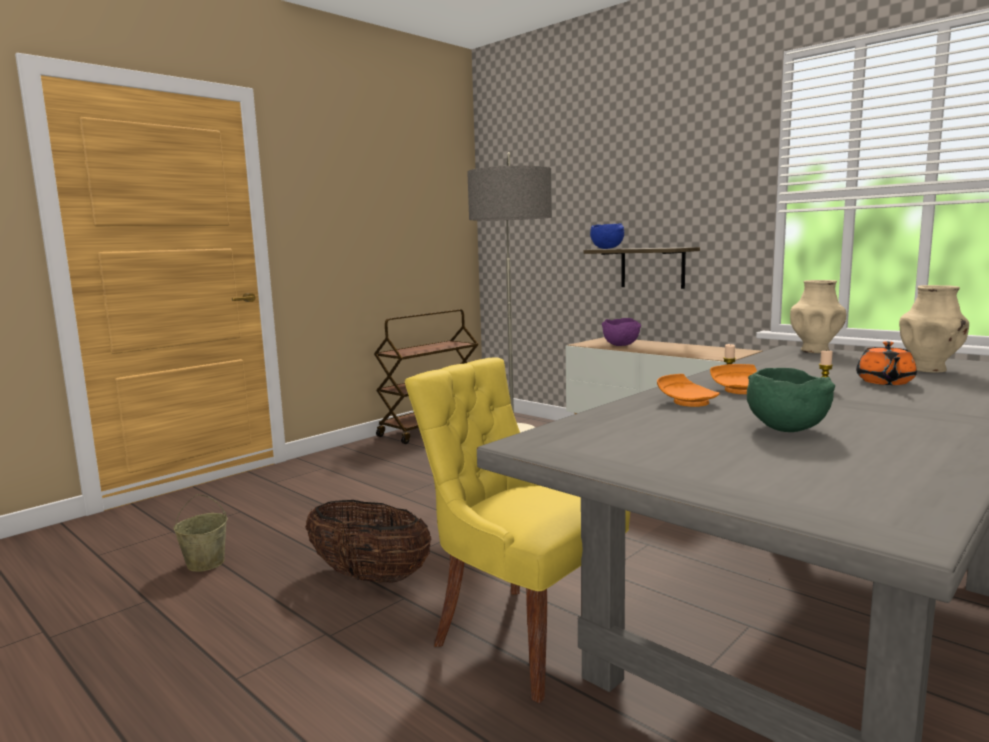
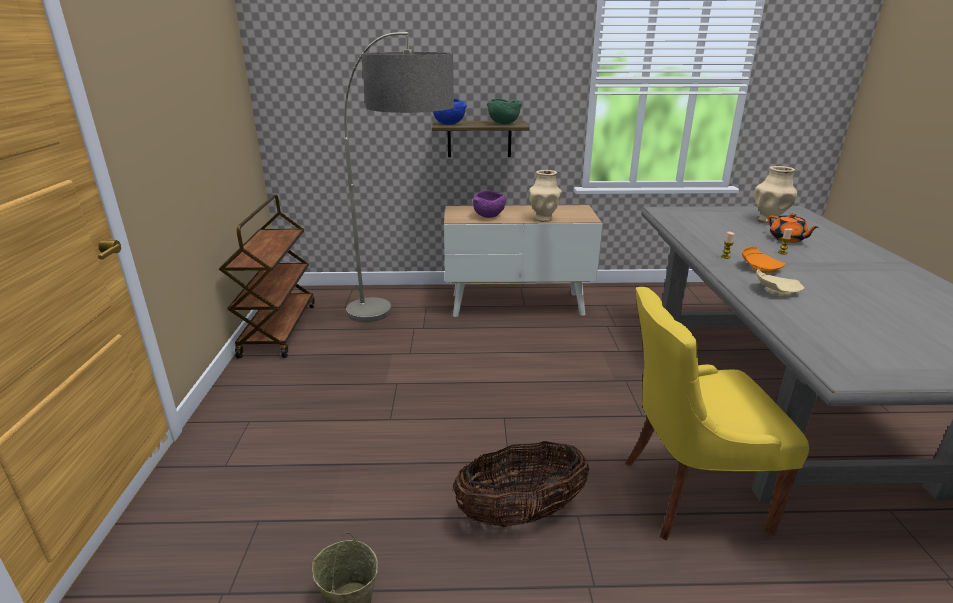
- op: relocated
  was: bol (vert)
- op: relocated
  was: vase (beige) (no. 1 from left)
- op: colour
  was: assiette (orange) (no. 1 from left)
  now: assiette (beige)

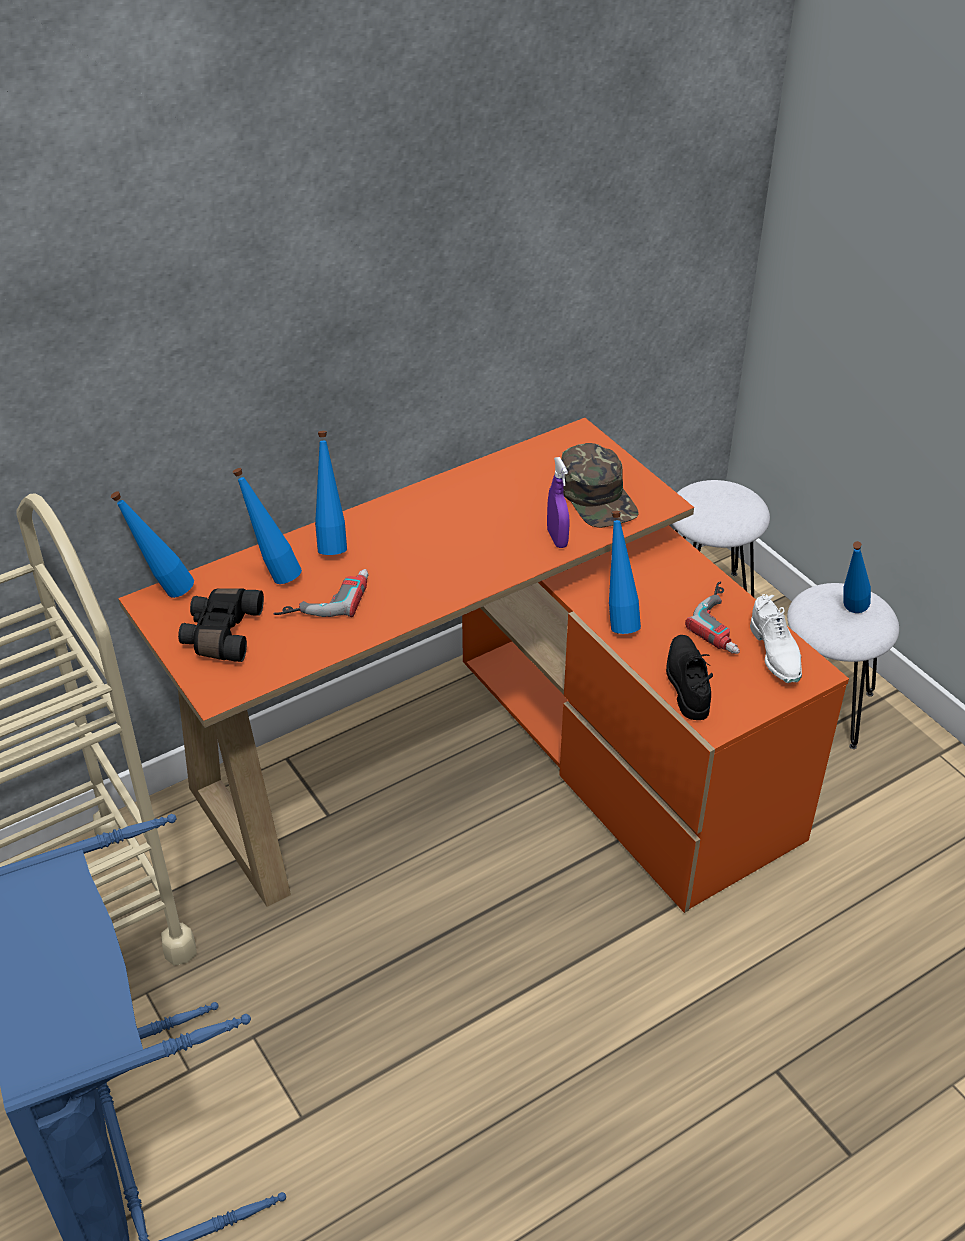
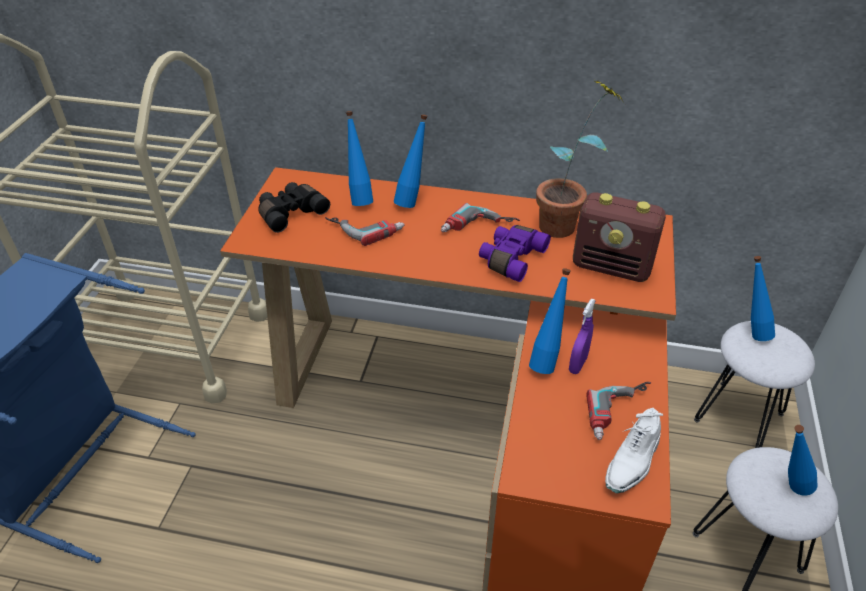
- op: missing
  was: chaussure (noir)
- op: appeared
  now: perceuse (no. 2 from left)
- op: appeared
  now: jumelles (violet)
- op: appeared
  now: plante en pot
- op: relocated
  was: bouteille (bleu) (no. 1 from left in the first image)
  now: bouteille (bleu) (no. 4 from left)
- op: relocated
  was: vaporisateur (violet)
- op: exchanged
  was: casquette (vert)
  now: radio

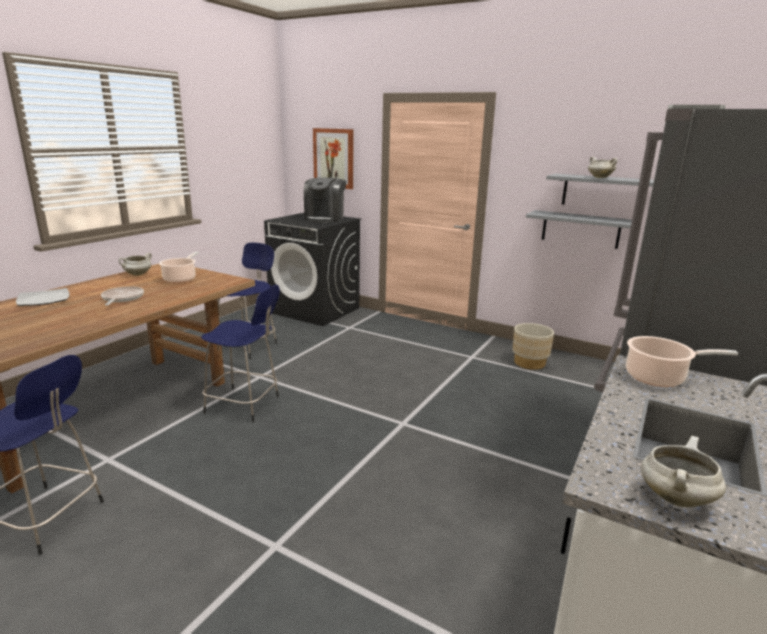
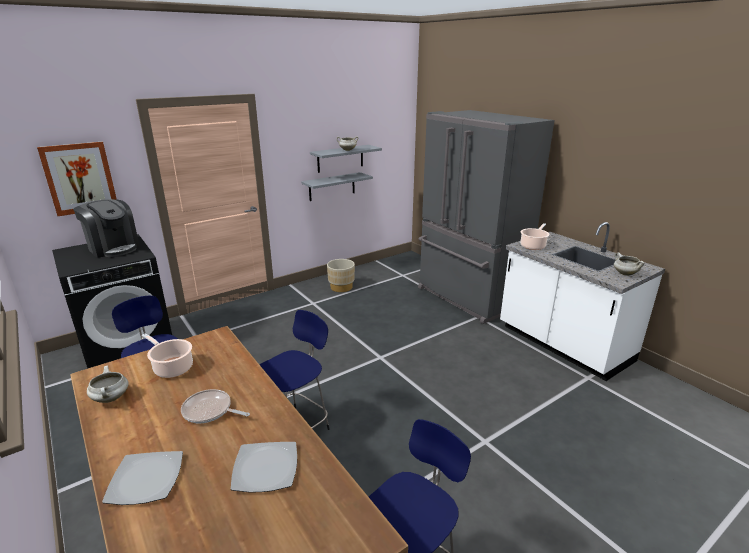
- op: appeared
  now: assiette (no. 2 from left)

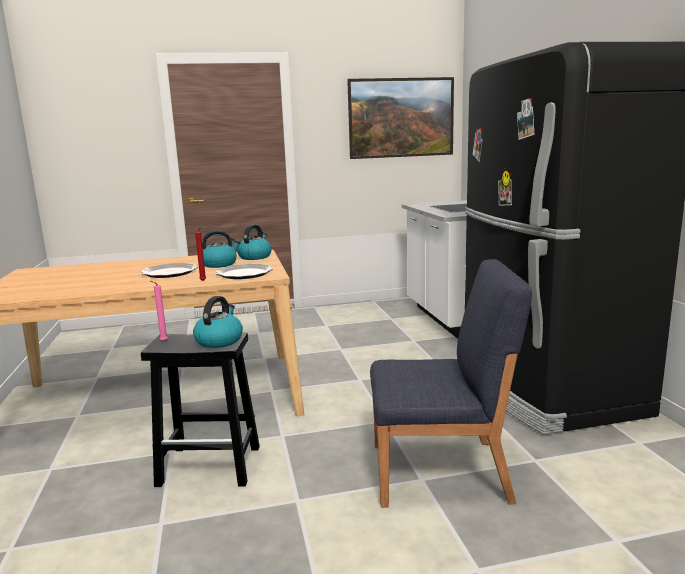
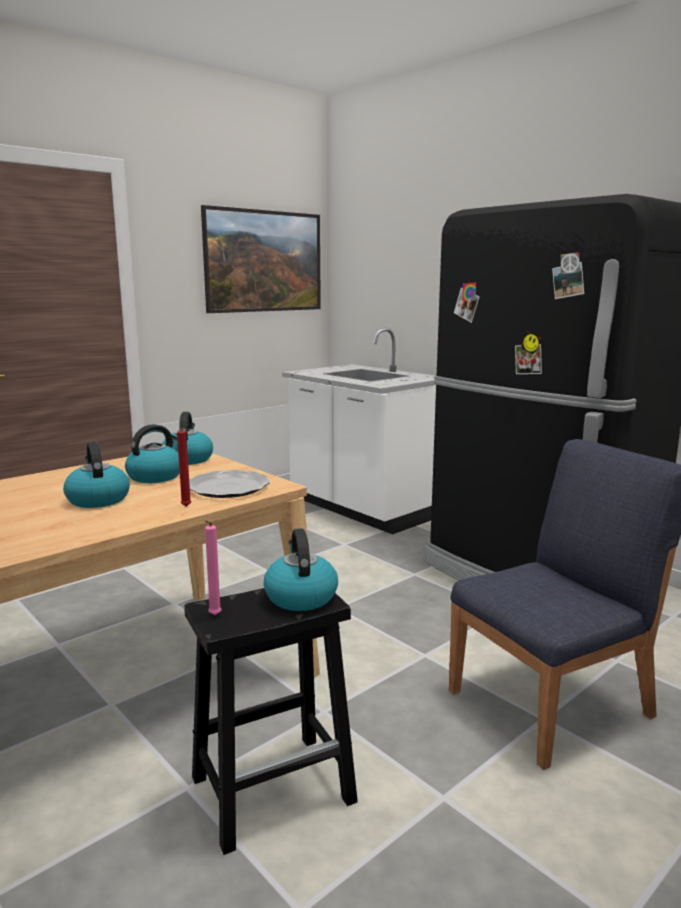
- op: exchanged
  was: assiette (no. 1 from left)
  now: bouilloire (no. 1 from left)

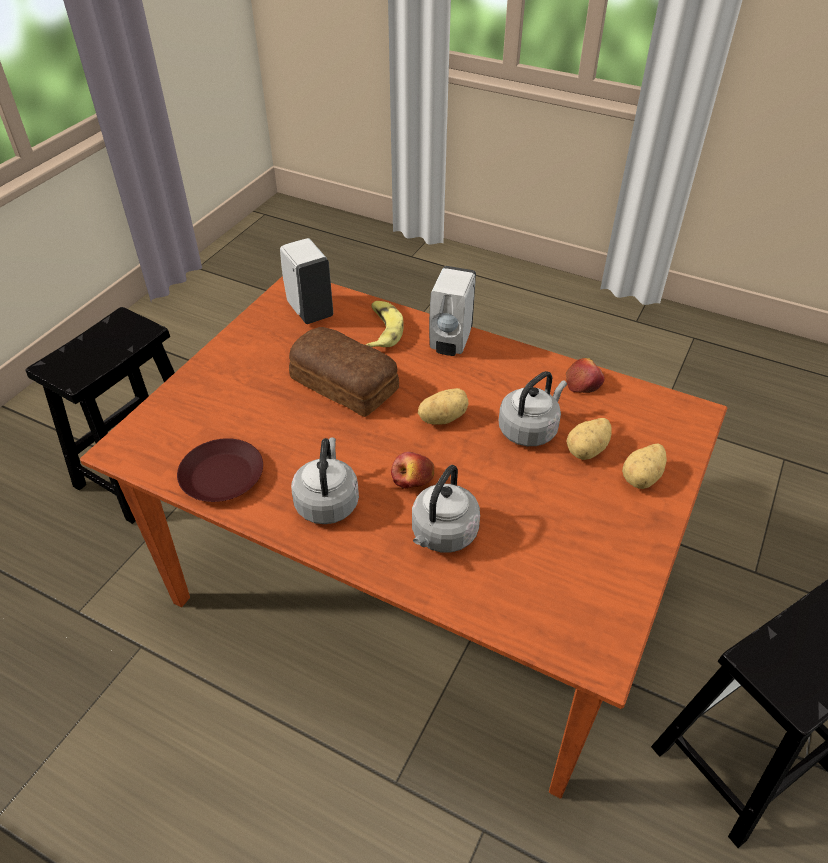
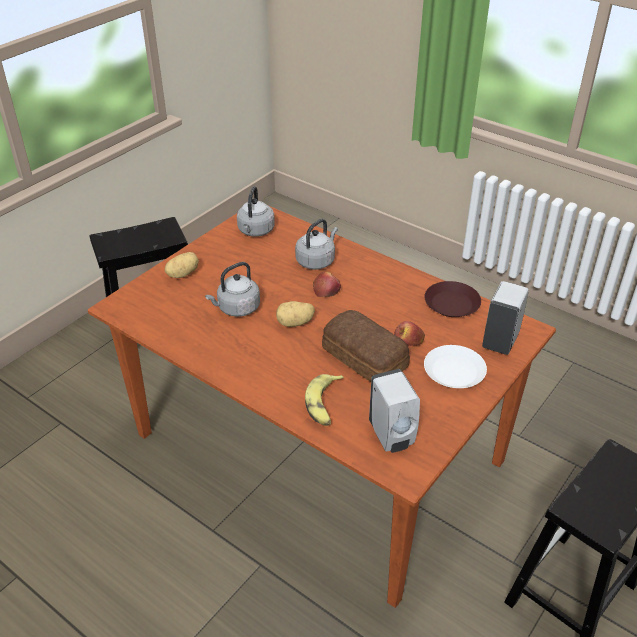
- op: missing
  was: pomme de terre (no. 2 from left)
- op: appeared
  now: assiette (blanc)
- op: relocated
  was: bouilloire (gris) (no. 1 from left in the first image)
  now: bouilloire (gris) (no. 2 from left)
- op: relocated
  was: distributeur de savon (blanc) (no. 2 from left)
- op: relocated
  was: pomme (no. 2 from left)

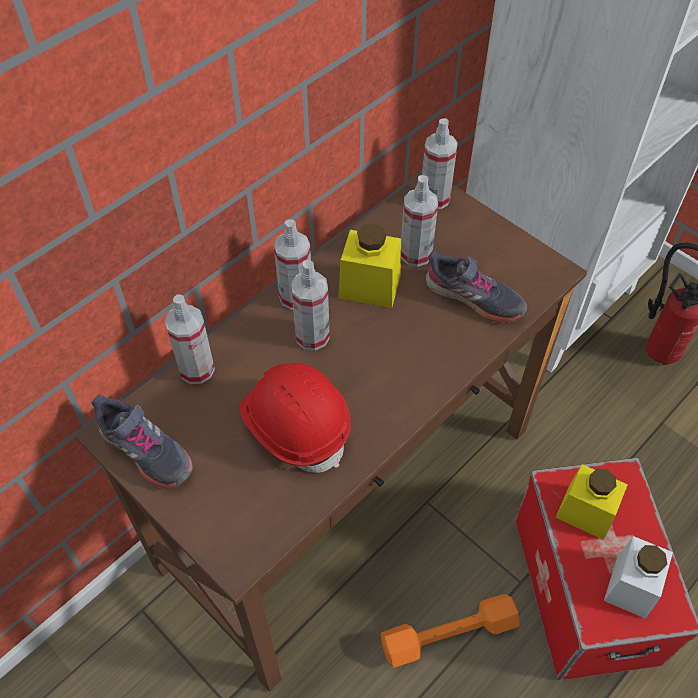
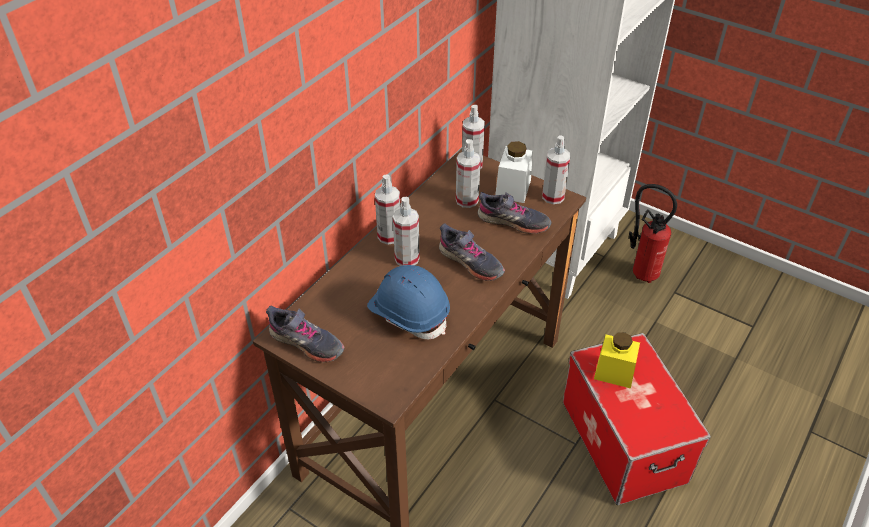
- op: missing
  was: bocal (jaune) (no. 1 from left)
- op: missing
  was: haltère (orange)
- op: appeared
  now: chaussure (gris) (no. 2 from left)
- op: relocated
  was: vaporisateur (no. 1 from left in the first image)
  now: vaporisateur (no. 5 from left)
- op: relocated
  was: bocal (blanc)
- op: colour
  was: casque de chantier (rouge)
  now: casque de chantier (bleu)

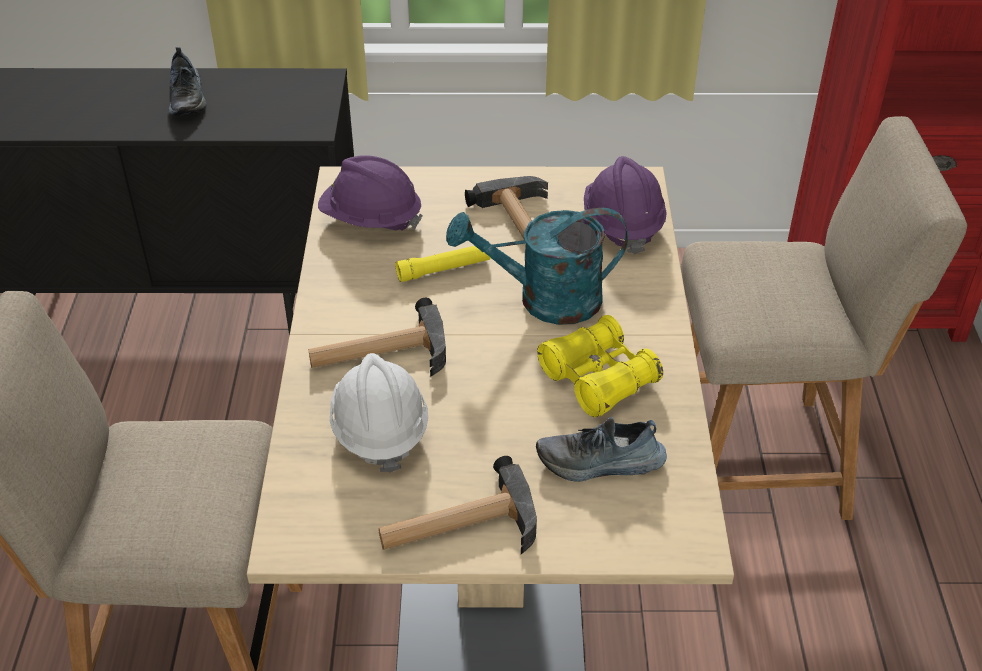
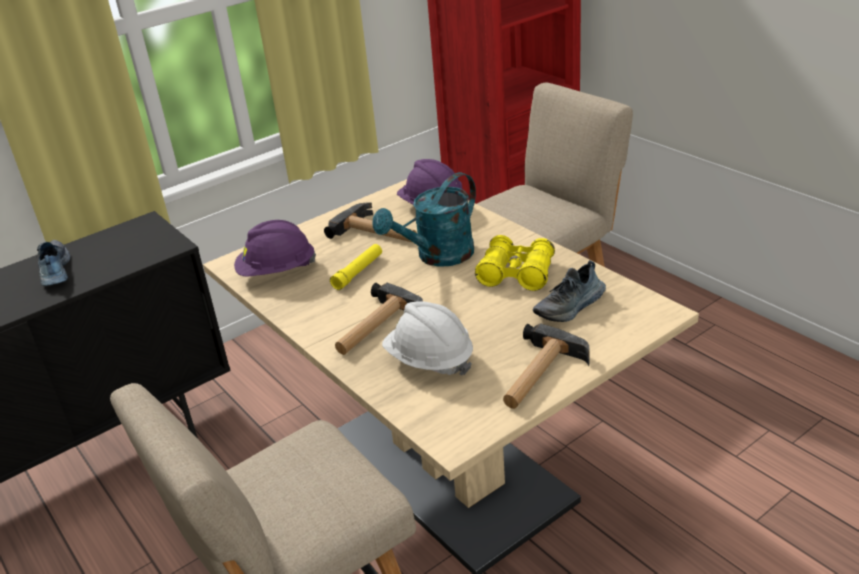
- op: spun
  was: chaussure (no. 1 from left)
  clockwise: -150

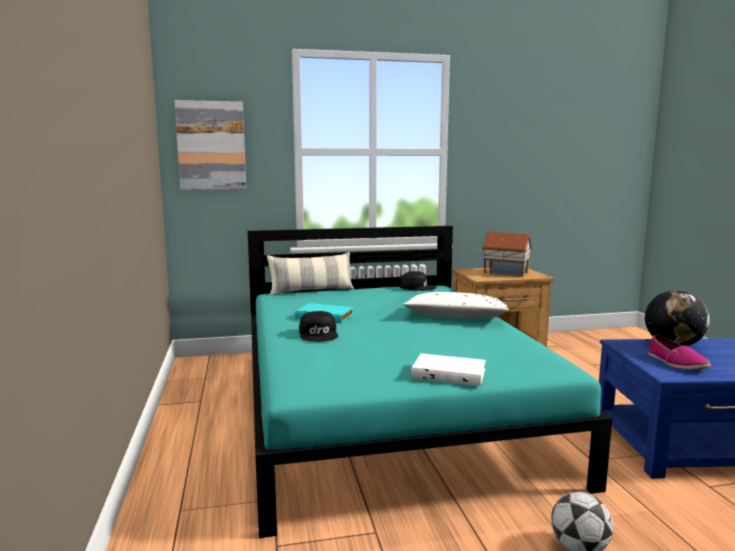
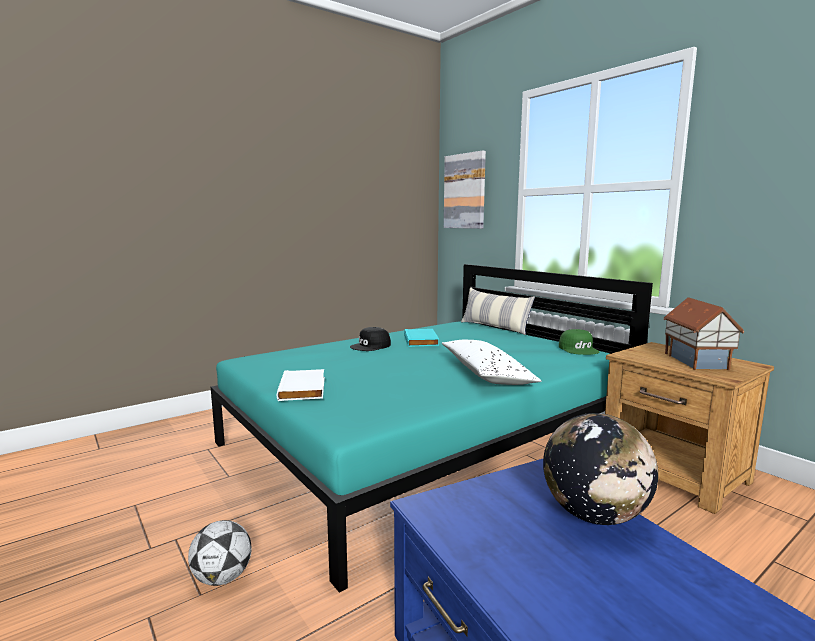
- op: missing
  was: chaussure
- op: colour
  was: casquette (noir) (no. 2 from left)
  now: casquette (vert)

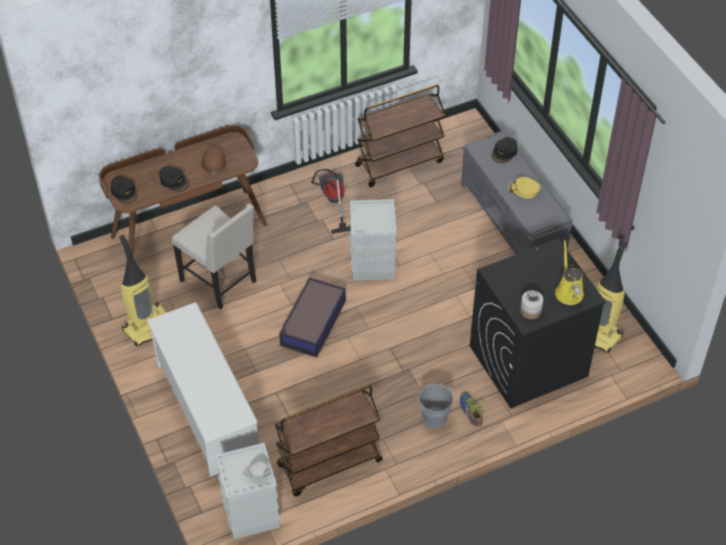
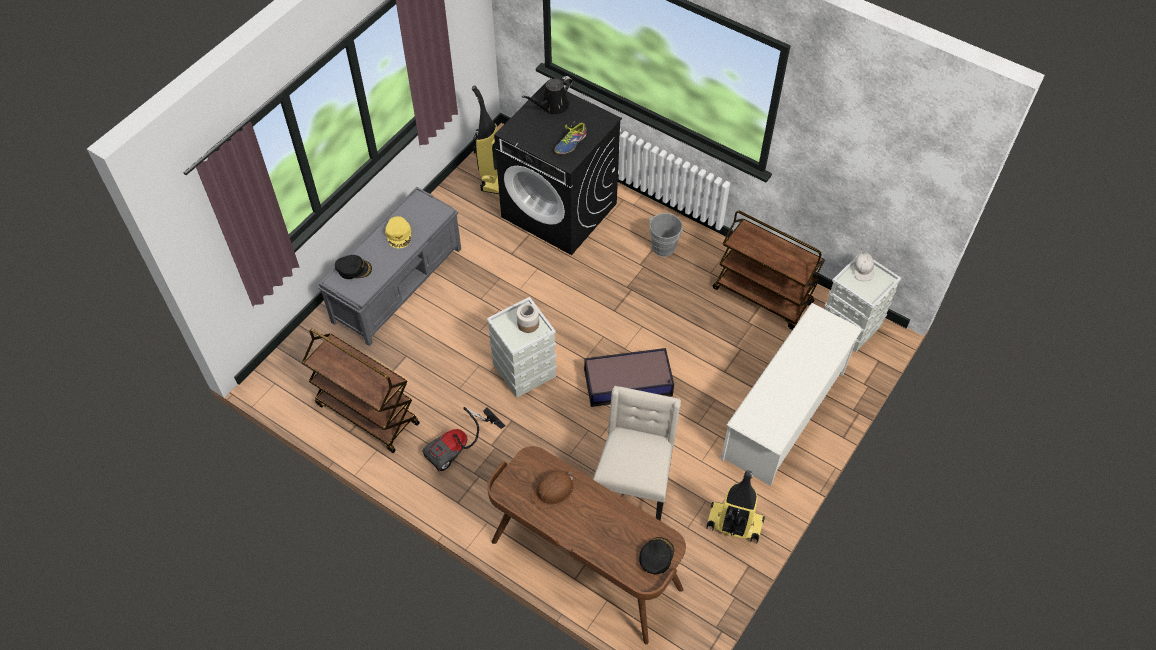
- op: missing
  was: casquette (noir) (no. 2 from left)
- op: relocated
  was: chaussure
- op: relocated
  was: bocal
- op: colour
  was: arrosoir (jaune)
  now: arrosoir (noir)

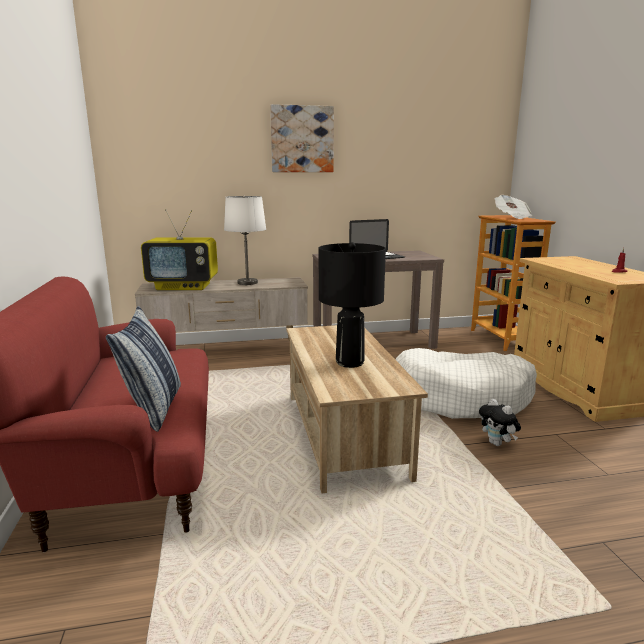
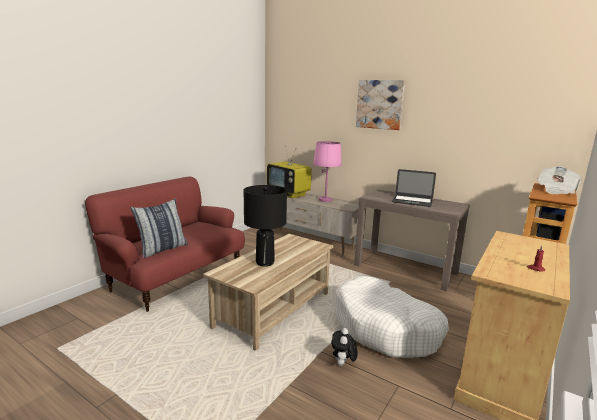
- op: colour
  was: lampe de table (blanc)
  now: lampe de table (rose)

